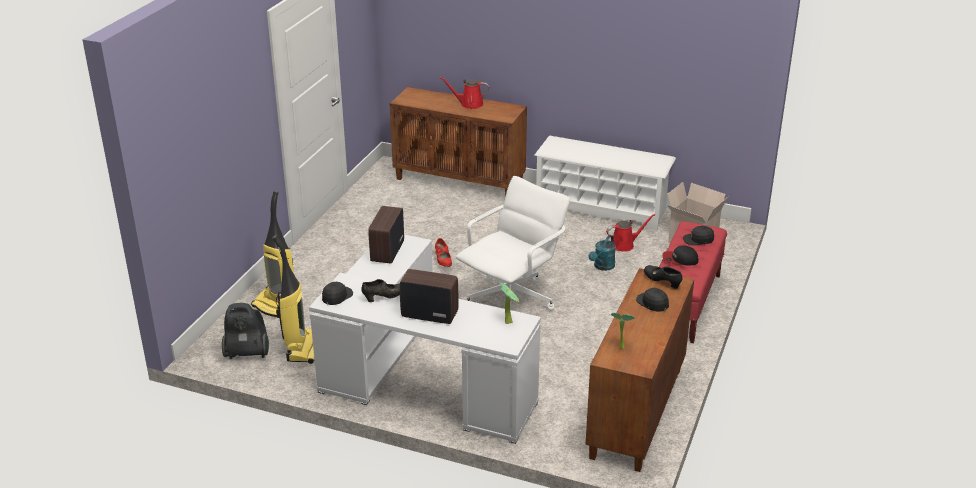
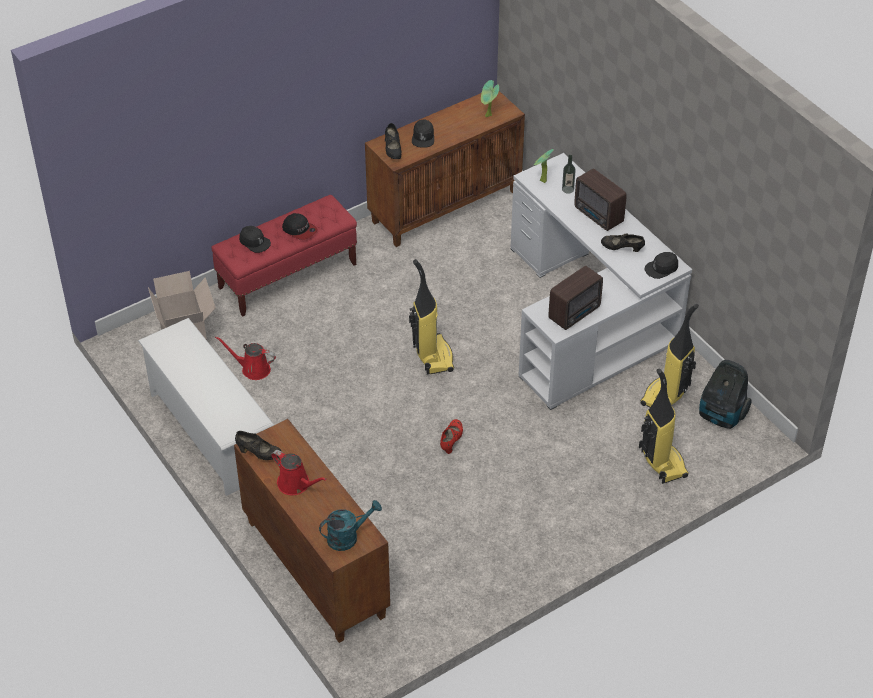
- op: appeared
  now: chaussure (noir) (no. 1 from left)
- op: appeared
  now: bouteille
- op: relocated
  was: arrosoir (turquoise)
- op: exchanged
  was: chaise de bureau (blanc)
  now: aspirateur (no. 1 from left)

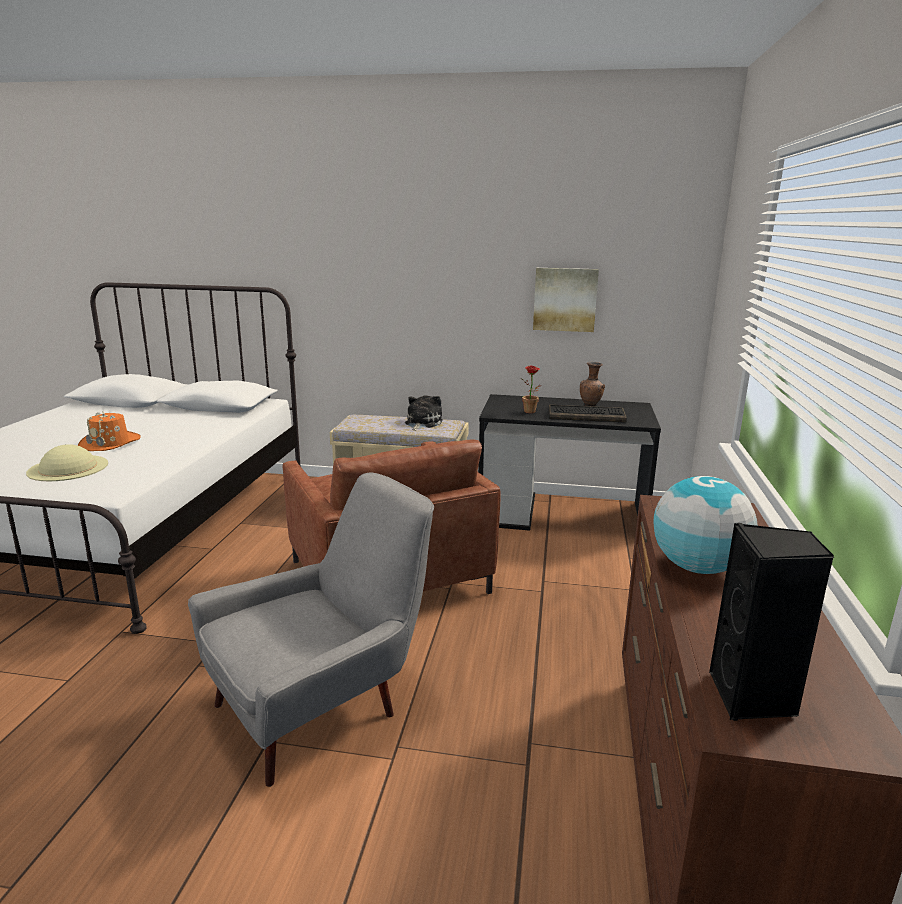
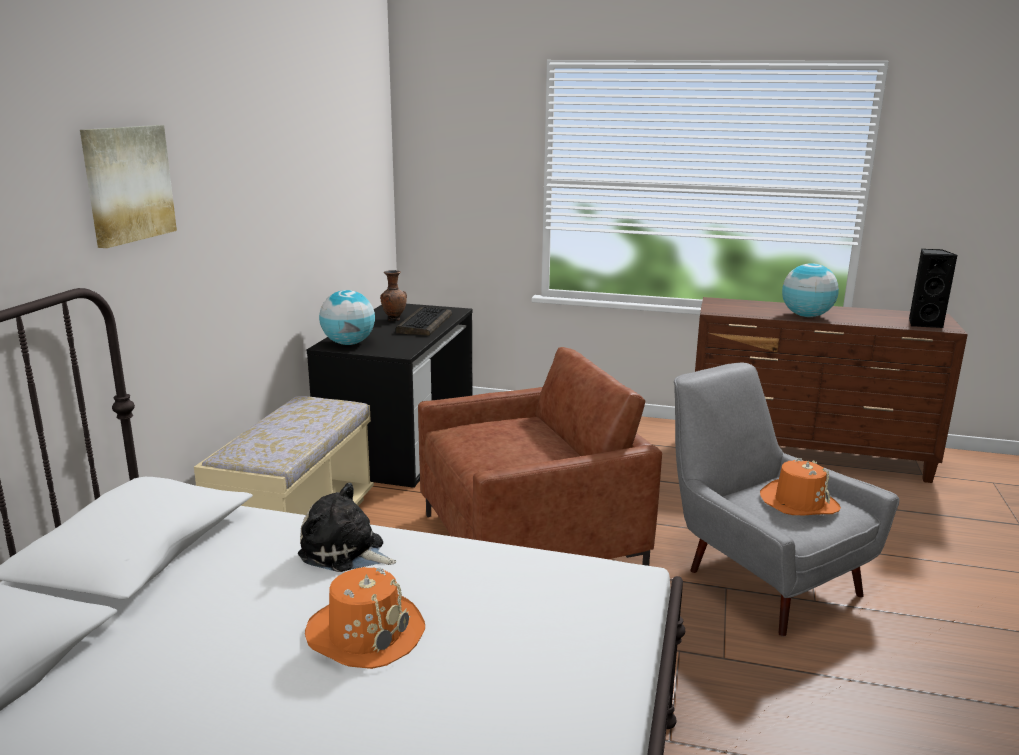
- op: missing
  was: chapeau (beige)
- op: missing
  was: plante en pot
- op: appeared
  now: globe (no. 1 from left)
- op: appeared
  now: chapeau (orange) (no. 2 from left)
- op: relocated
  was: peluche
- op: relocated
  was: tableau

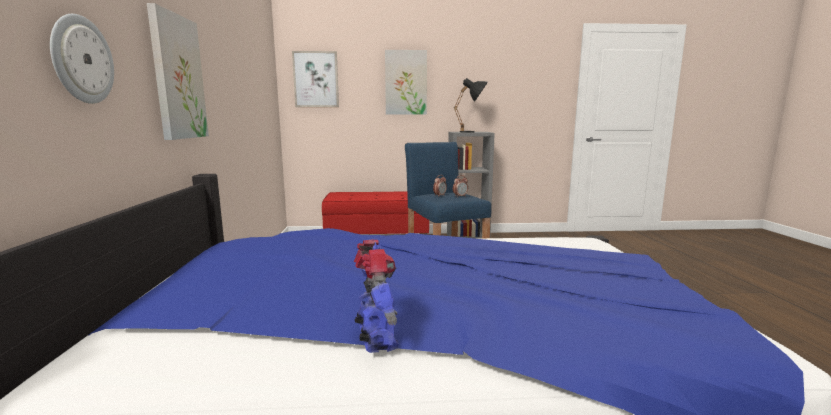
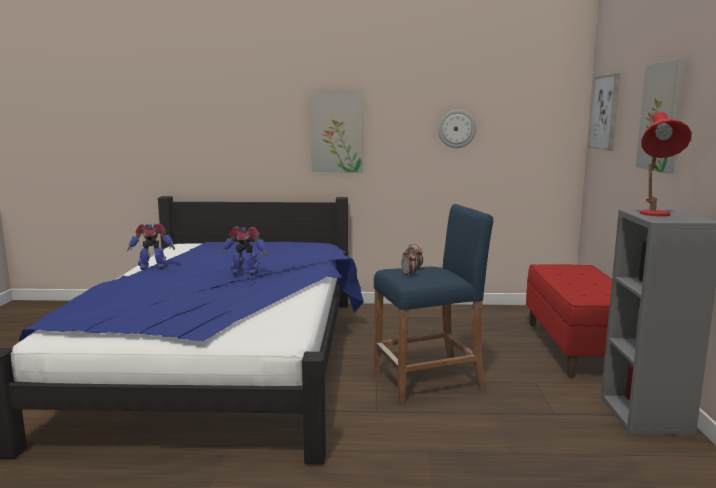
- op: appeared
  now: robot jouet (no. 2 from left)
- op: relocated
  was: horloge murale
- op: colour
  was: lampe de table (noir)
  now: lampe de table (rouge)

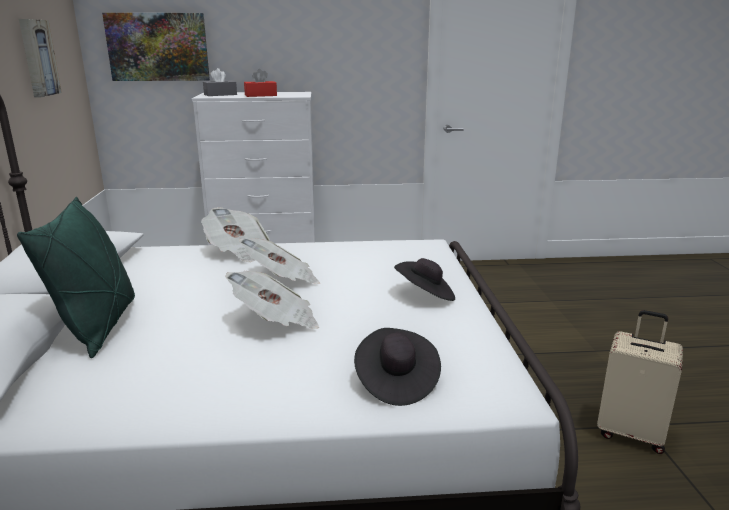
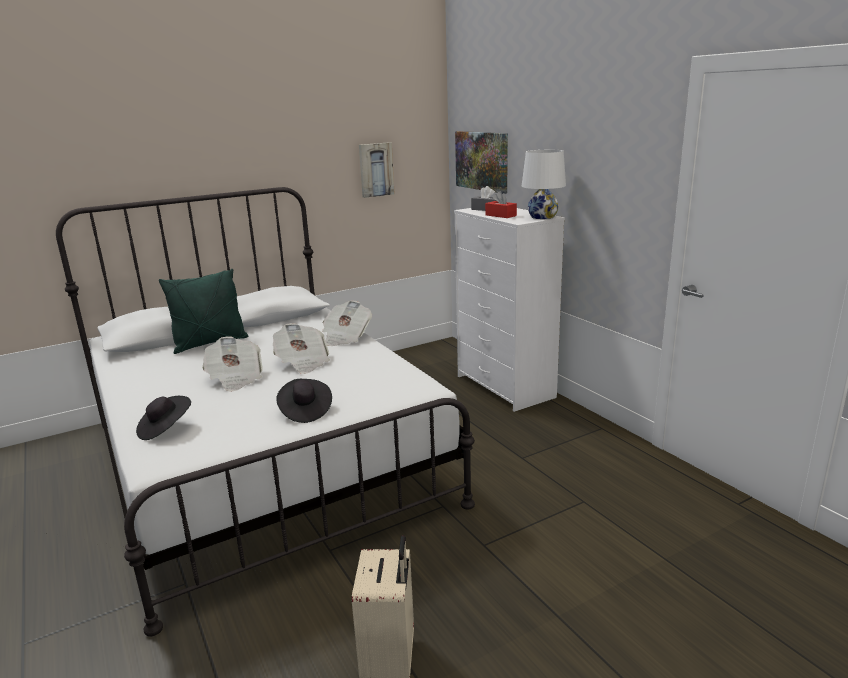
- op: appeared
  now: lampe de table (blanc)

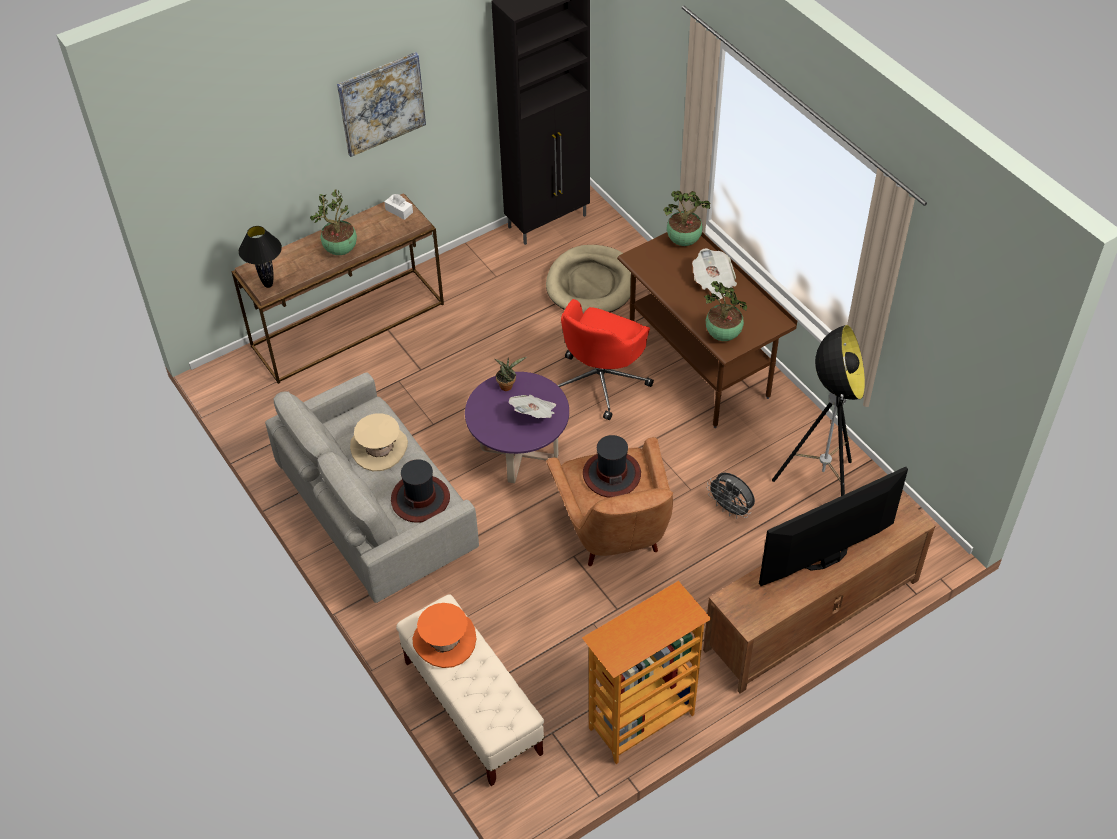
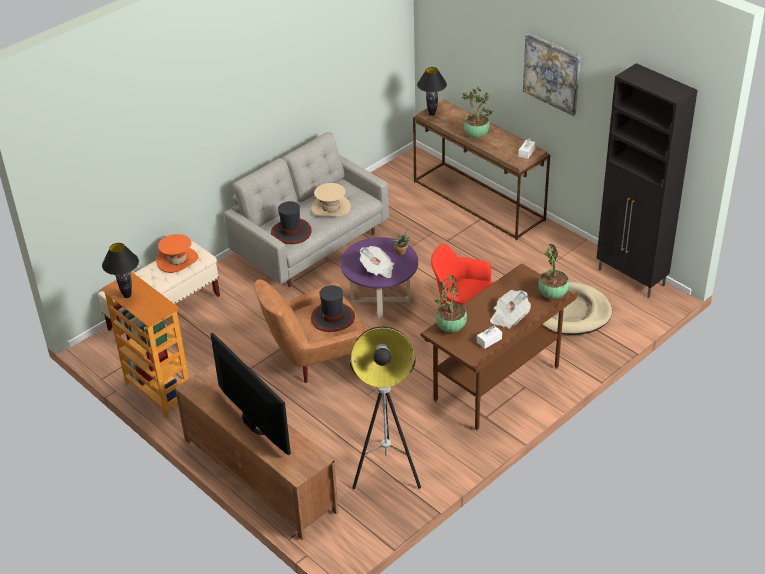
- op: missing
  was: ventilateur (gris)
- op: appeared
  now: lampe de table (noir) (no. 1 from left)
- op: appeared
  now: boîte à mouchoirs (blanc) (no. 1 from left)

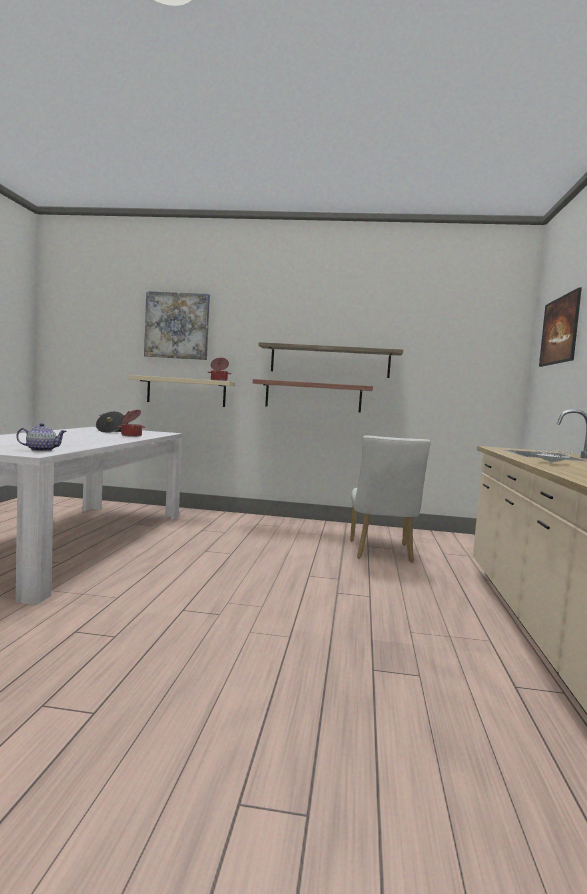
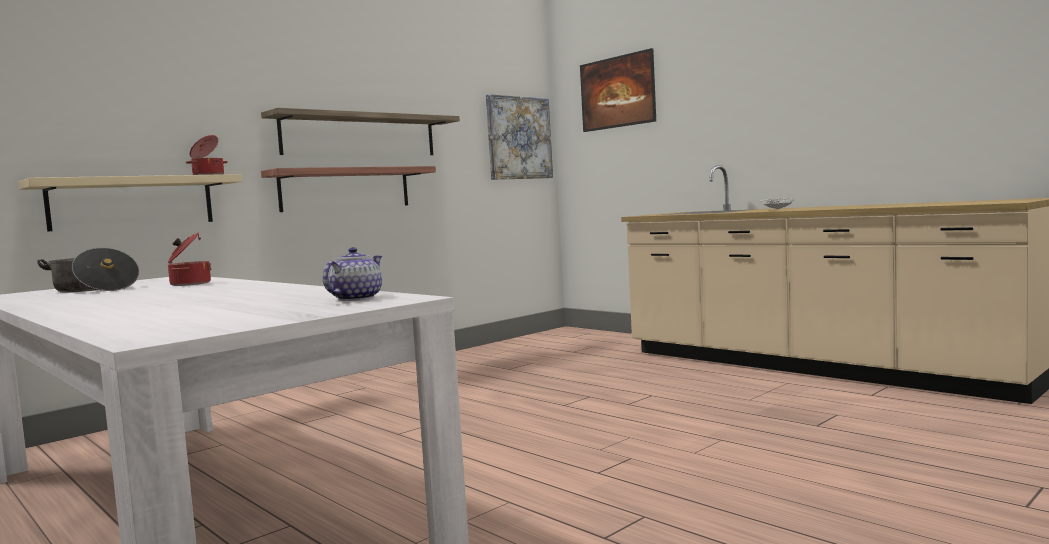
- op: missing
  was: chaise (blanc)
- op: relocated
  was: tableau (no. 1 from left)

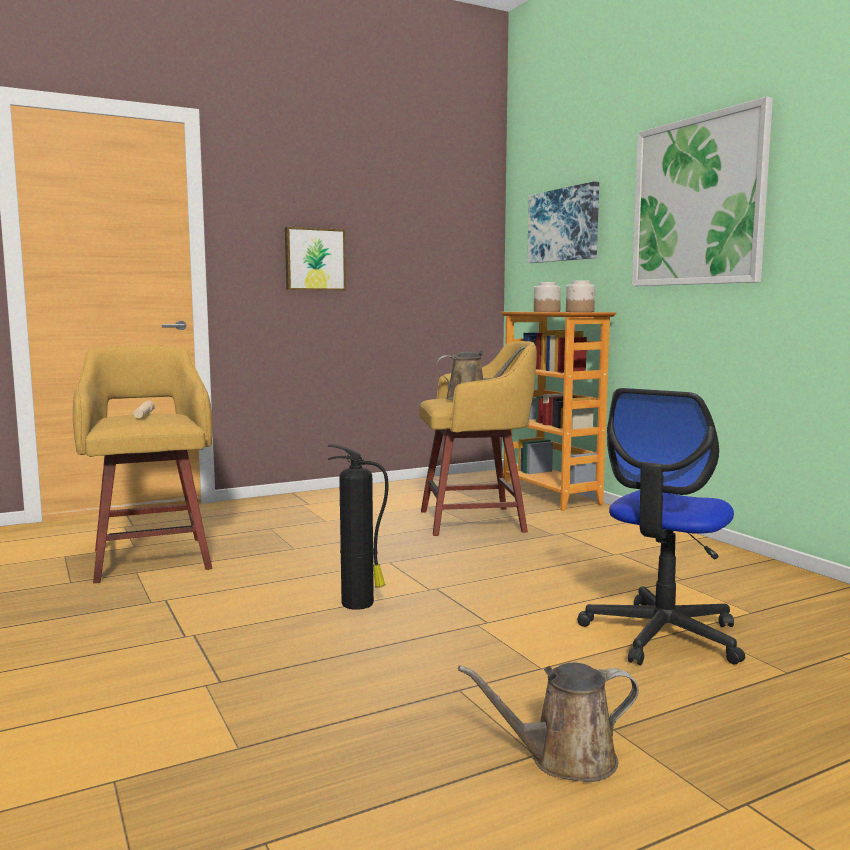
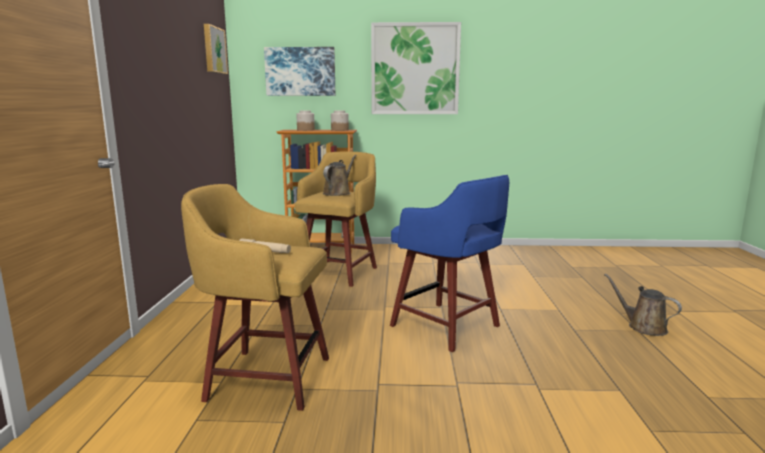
- op: missing
  was: chaise de bureau
- op: relocated
  was: tableau (no. 1 from left)
- op: exchanged
  was: extincteur
  now: tabouret (bleu)
- op: spun
  was: arrosoir (marron) (no. 2 from left)
  clockwise: 120

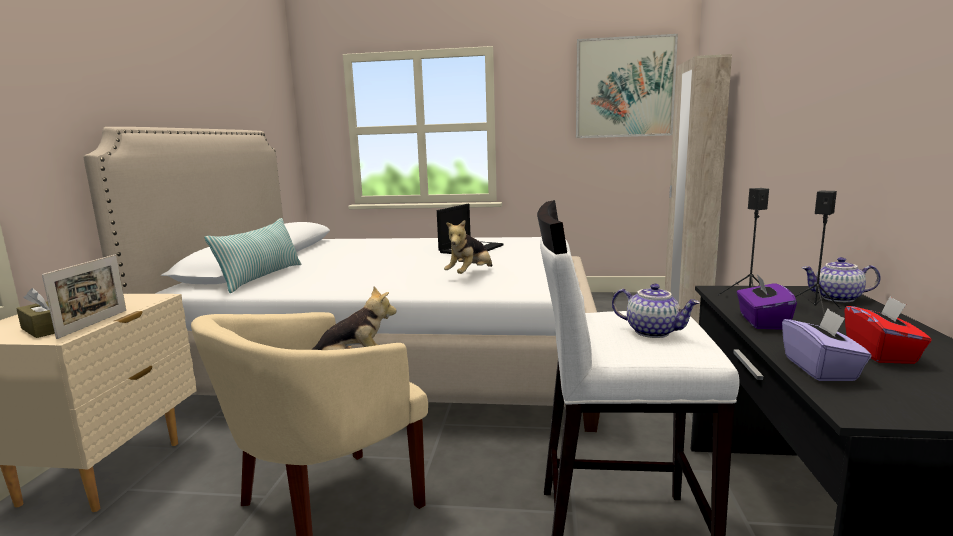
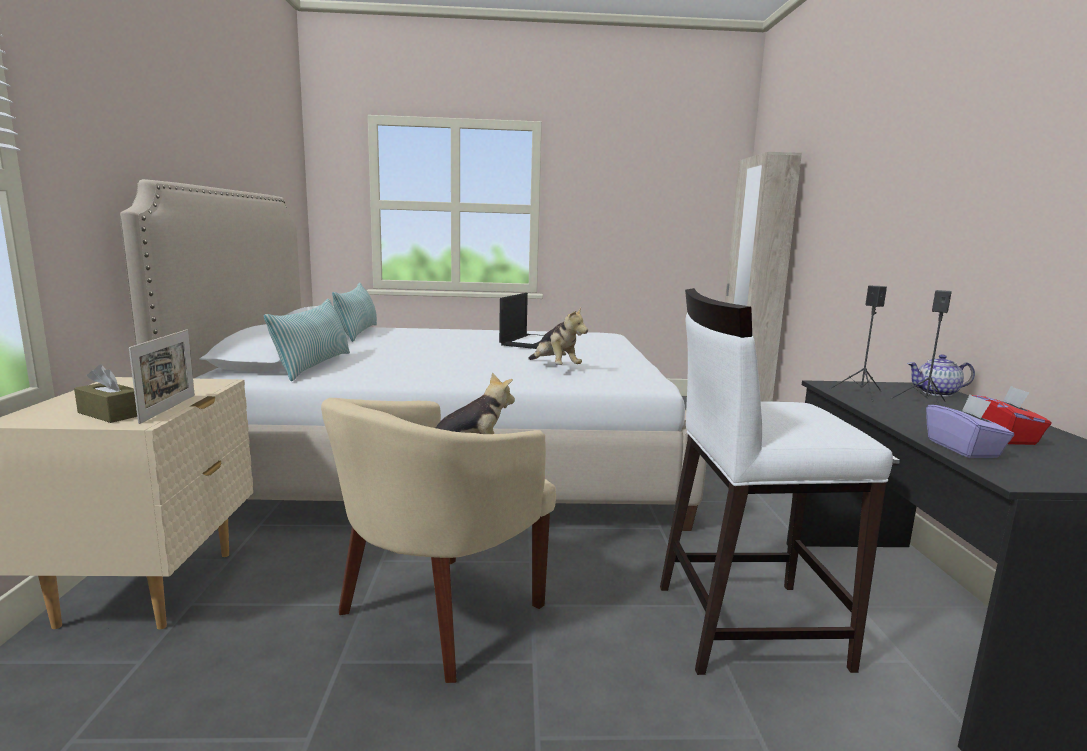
- op: missing
  was: tableau
- op: missing
  was: théière (no. 1 from left)
- op: missing
  was: boîte à mouchoirs (violet) (no. 1 from left)
- op: appeared
  now: coussin (no. 2 from left)
- op: spun
  was: peluche (no. 2 from left)
  clockwise: -60

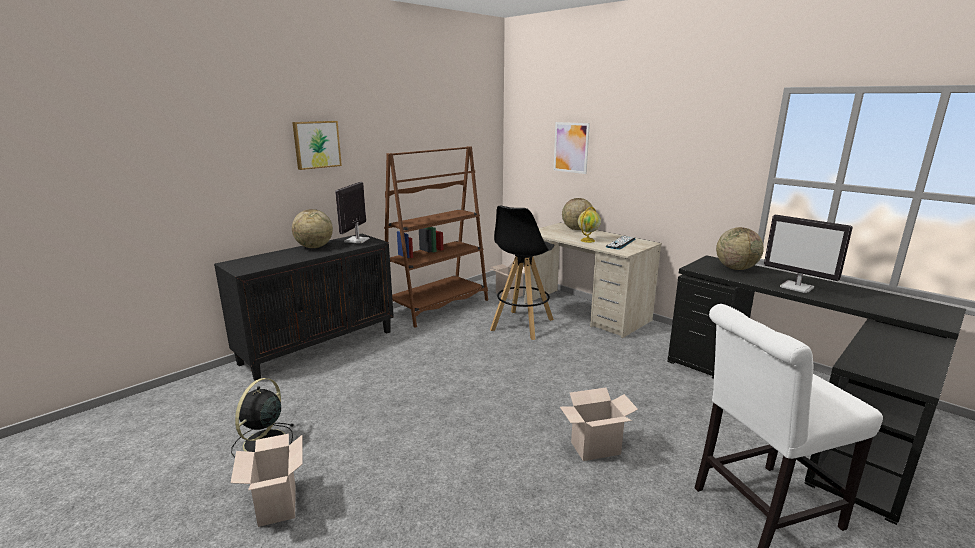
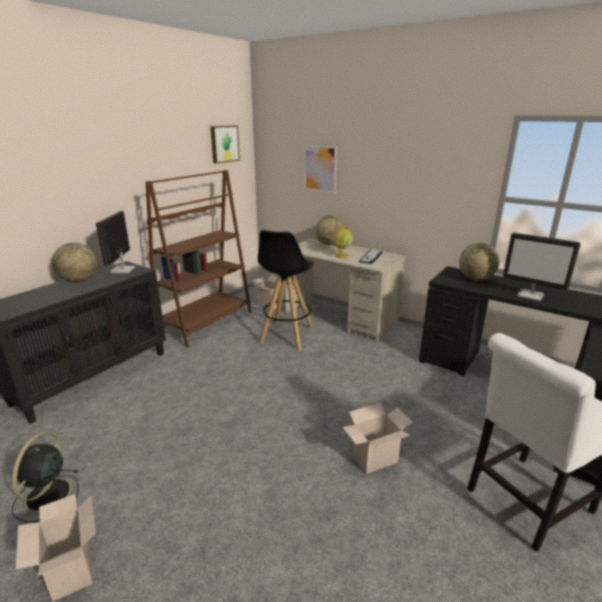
- op: relocated
  was: tableau (no. 1 from left)

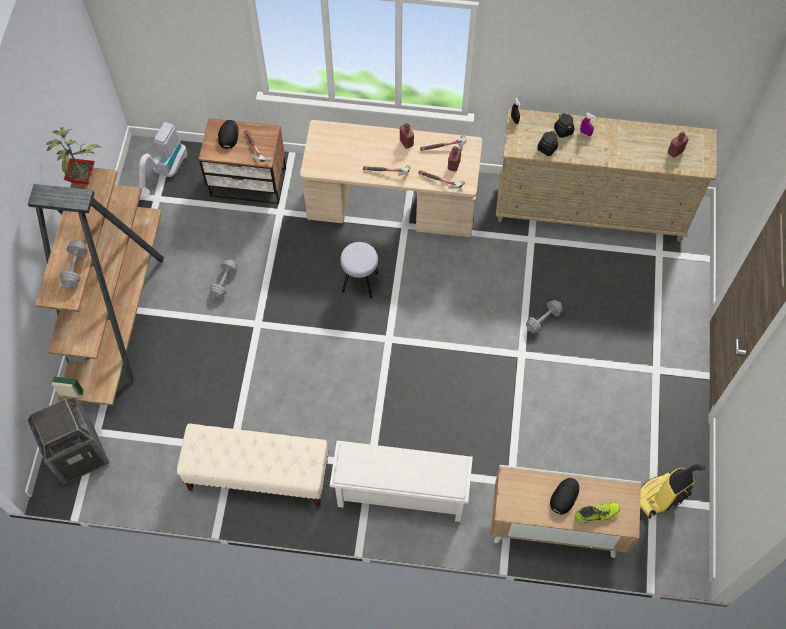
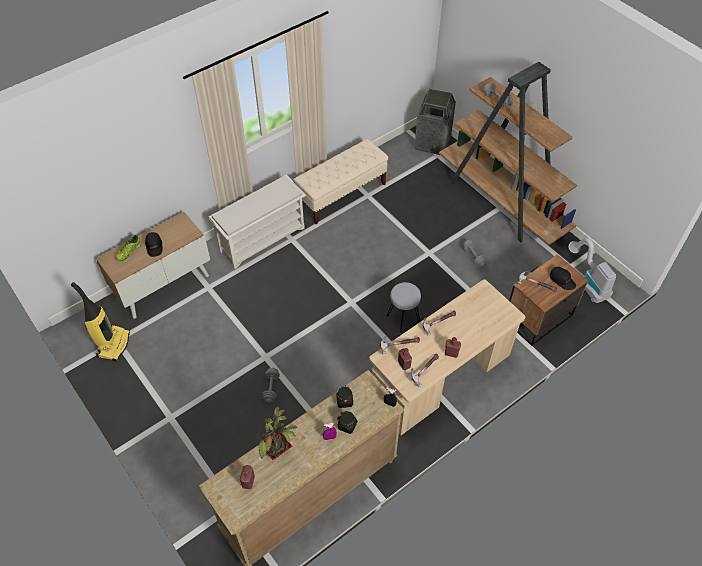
- op: relocated
  was: plante en pot

